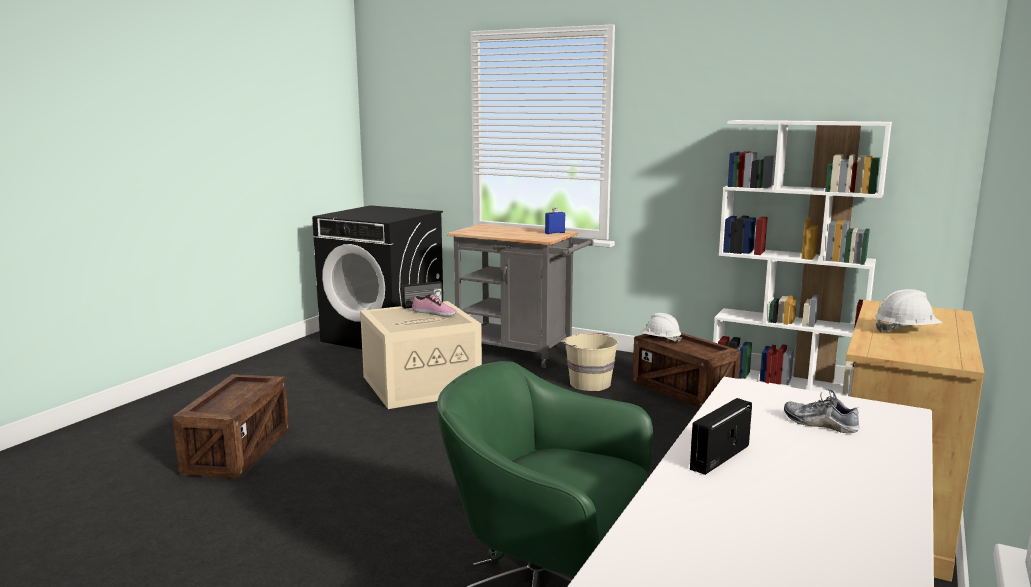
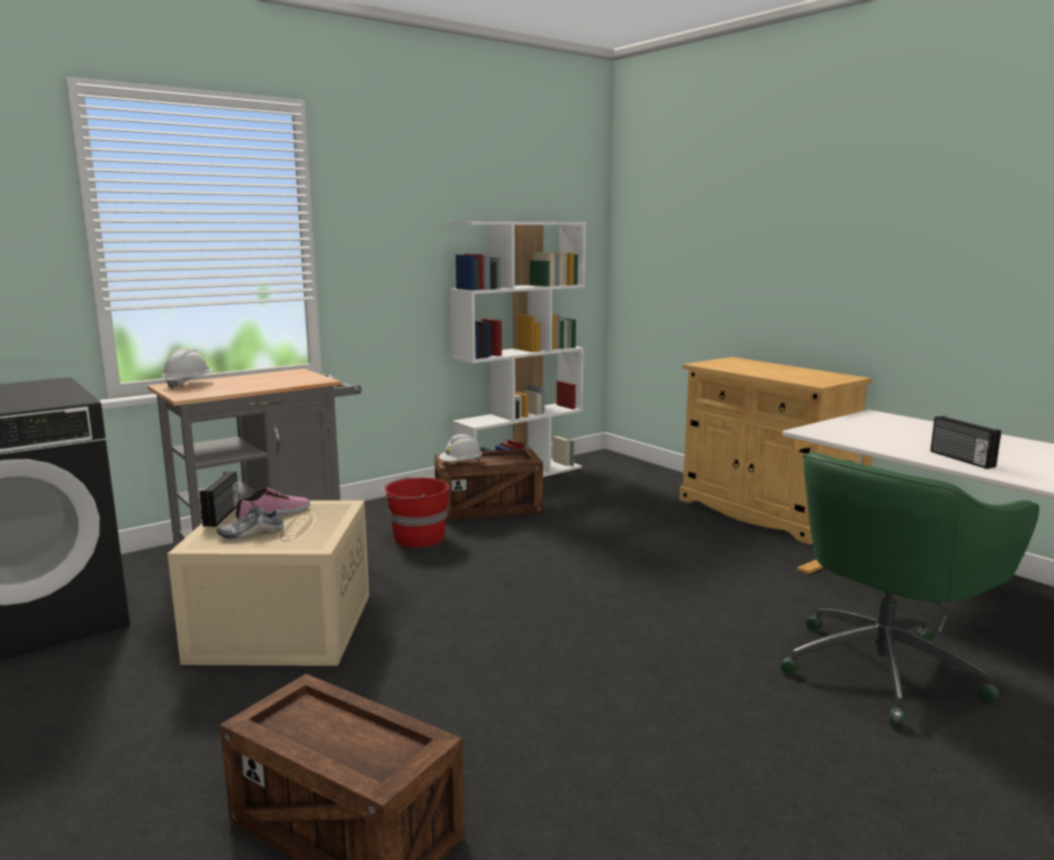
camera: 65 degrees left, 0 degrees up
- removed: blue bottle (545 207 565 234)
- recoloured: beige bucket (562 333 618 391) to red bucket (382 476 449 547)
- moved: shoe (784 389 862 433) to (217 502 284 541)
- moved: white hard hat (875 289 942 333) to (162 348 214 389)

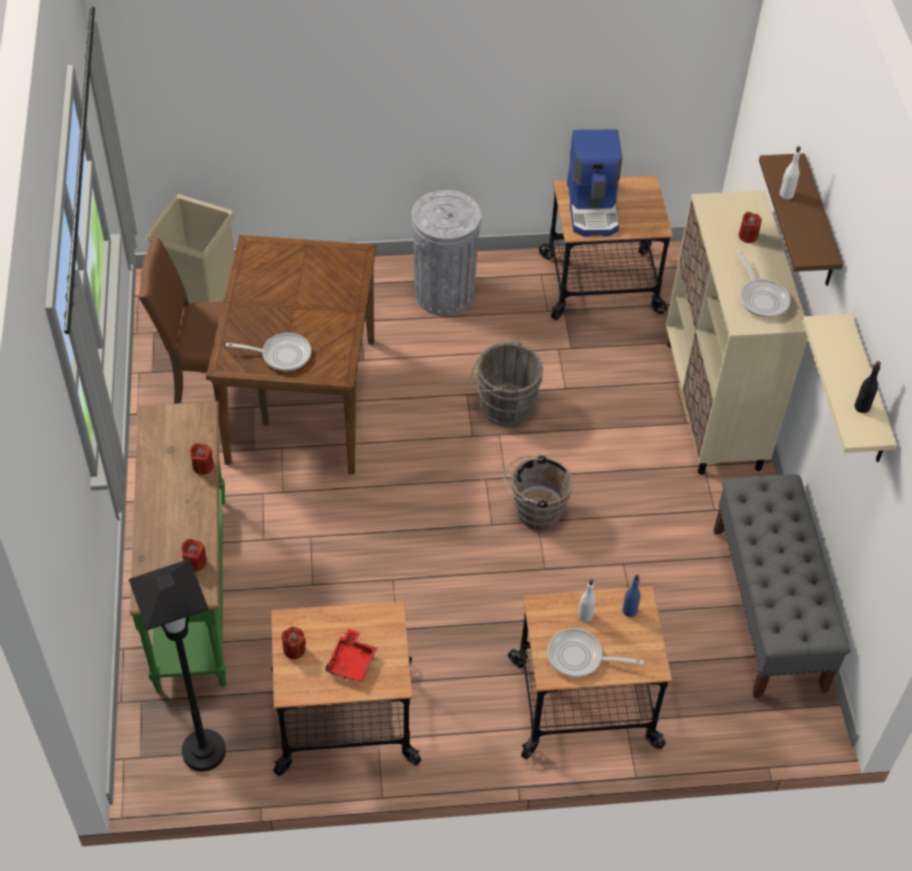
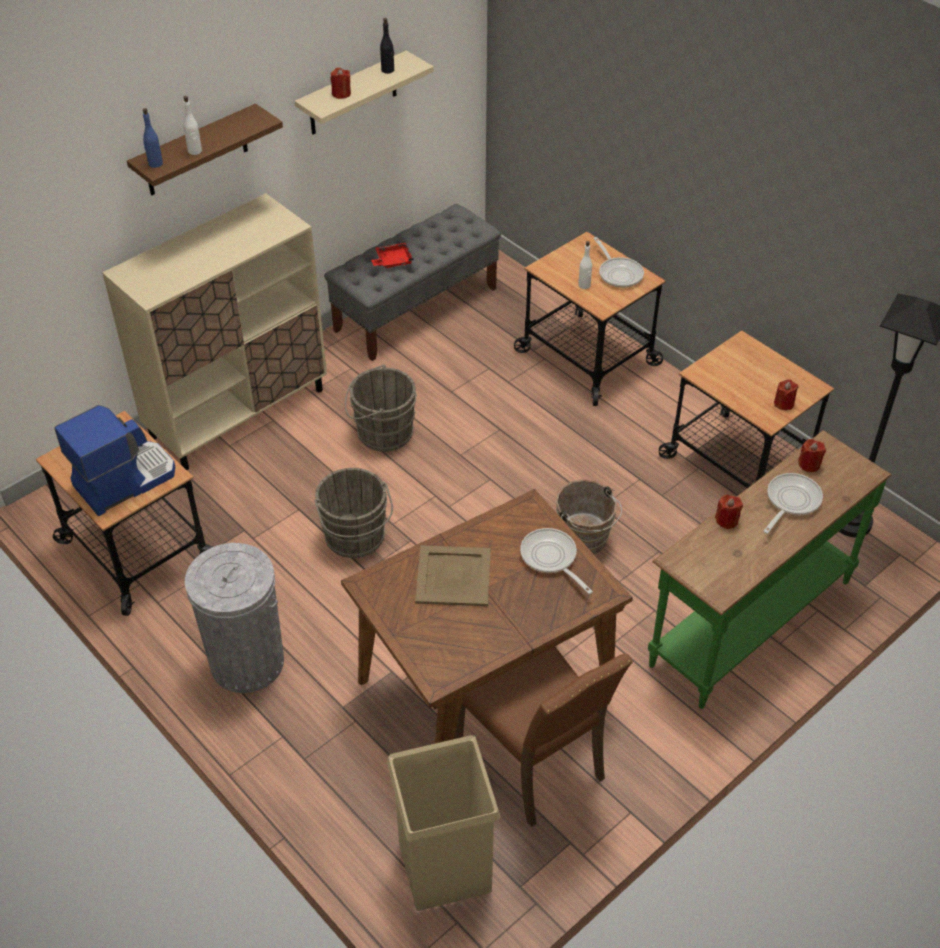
camera: 125 degrees left, 5 degrees down
- moved: red tray (325 629 377 683) to (371 243 414 268)
- moved: brown bucket (504 453 573 530) to (556 479 622 554)
- moved: blue bottle (622 574 641 617) to (143 108 163 168)
- moved: frying pan (738 251 791 318) to (763 473 823 534)
- moved: red candle (739 212 762 243) to (330 68 351 99)
- added: grey bucket (345 365 417 452)
- added: beige tray (415 545 491 606)

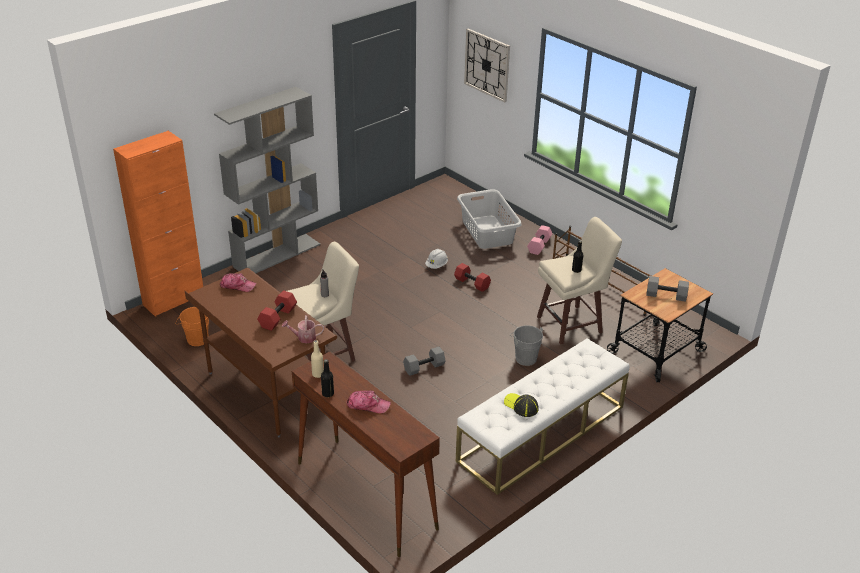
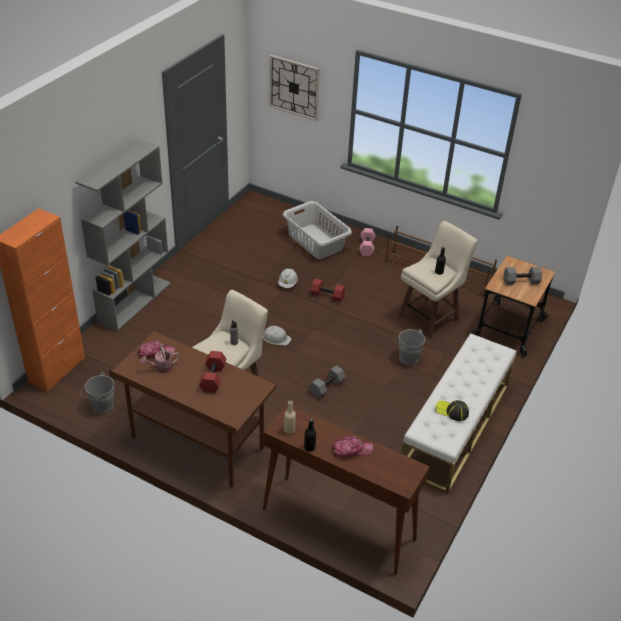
camera: 20 degrees left, 5 degrees up
- recoloured: orange bucket (175 307 209 346) to grey bucket (81 373 114 414)
- moved: watering can (282 315 324 343) to (141 347 180 373)
- added: white hard hat (263 326 292 346)

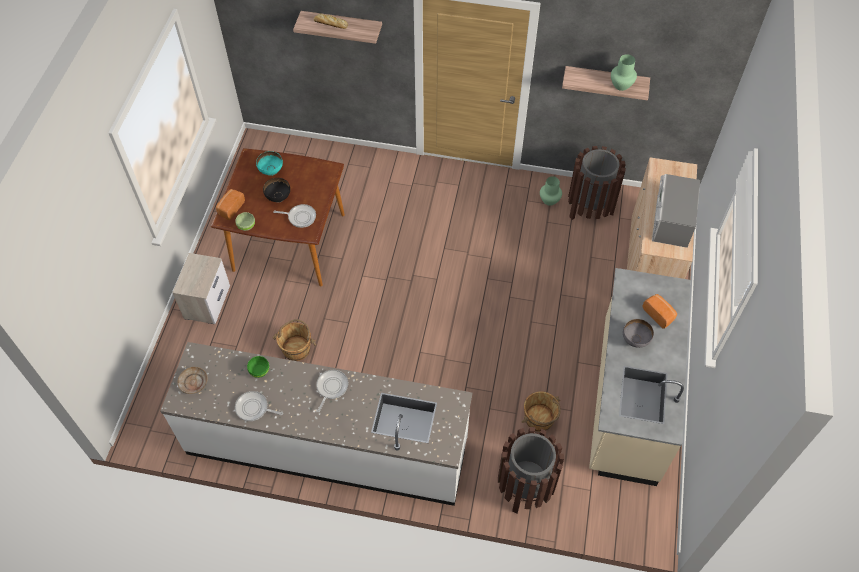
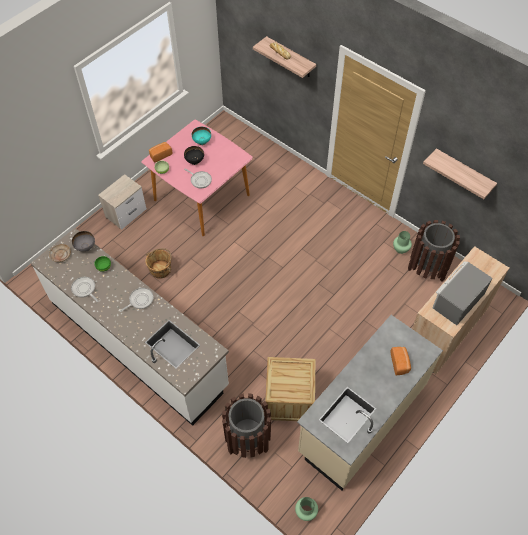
camera: 30 degrees right, 0 degrees up
- recoloured: brown dining table (211 148 345 287) to pink dining table (141 119 253 236)
- replaced: brown bucket (521 391 561 432) to crate (265 357 315 421)
- moved: green vase (611 54 637 91) to (295 497 318 521)
- moved: grey bowl (623 319 654 348) to (72 231 95 252)

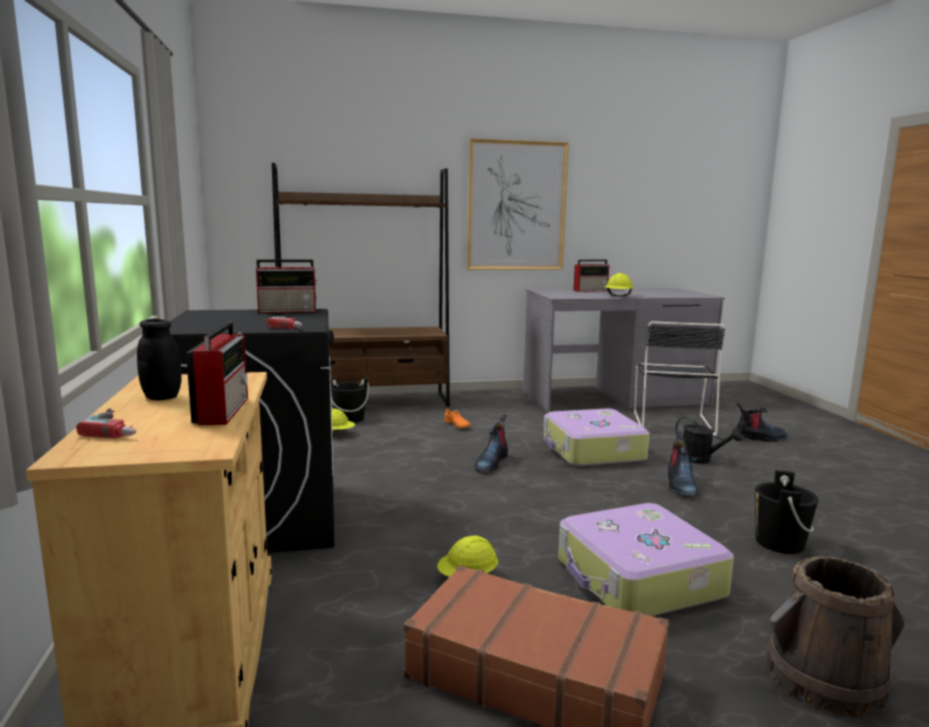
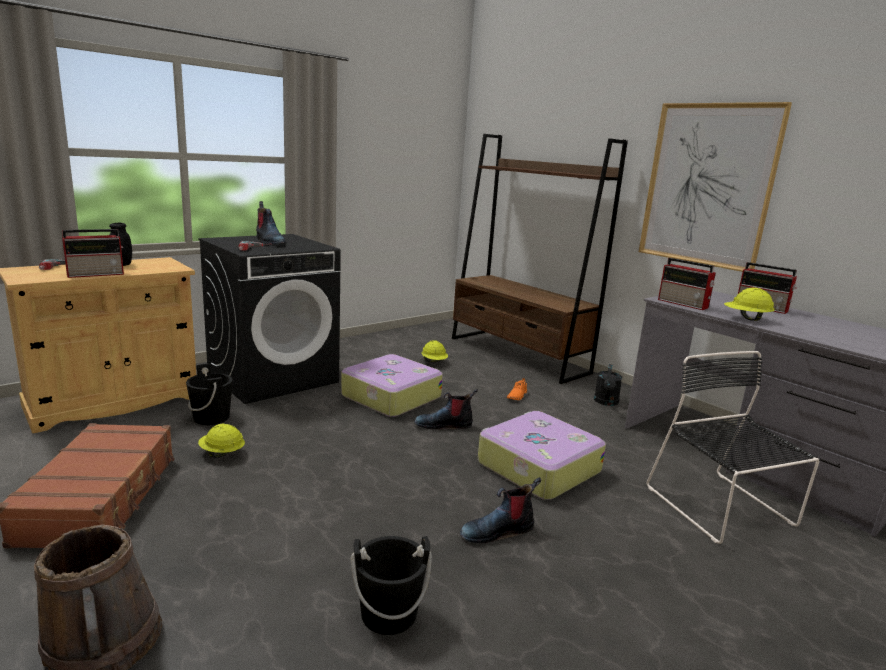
camera: 60 degrees right, 5 degrees up
- moved: radio (256 259 318 313) to (658 258 716 310)
- moved: black bucket (331 377 369 423) to (186 363 233 425)
- moved: suitcase (558 503 734 616) to (341 354 443 417)
- turned: black chair (634 321 725 436) = (647 351 819 544) 90 degrees clockwise
- moved: black watering can (675 417 742 464) to (594 364 622 406)
- moved: boot (736 403 788 442) to (256 201 286 245)

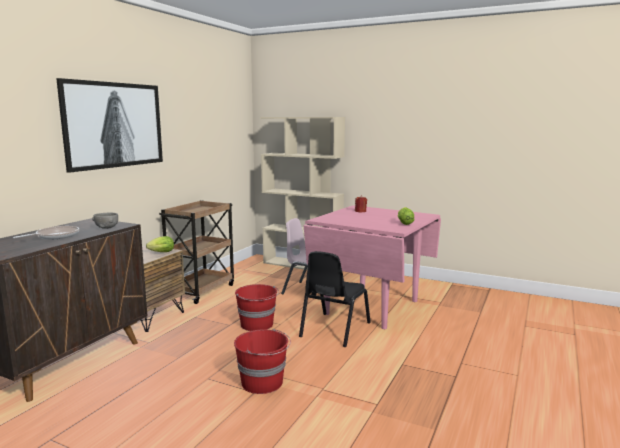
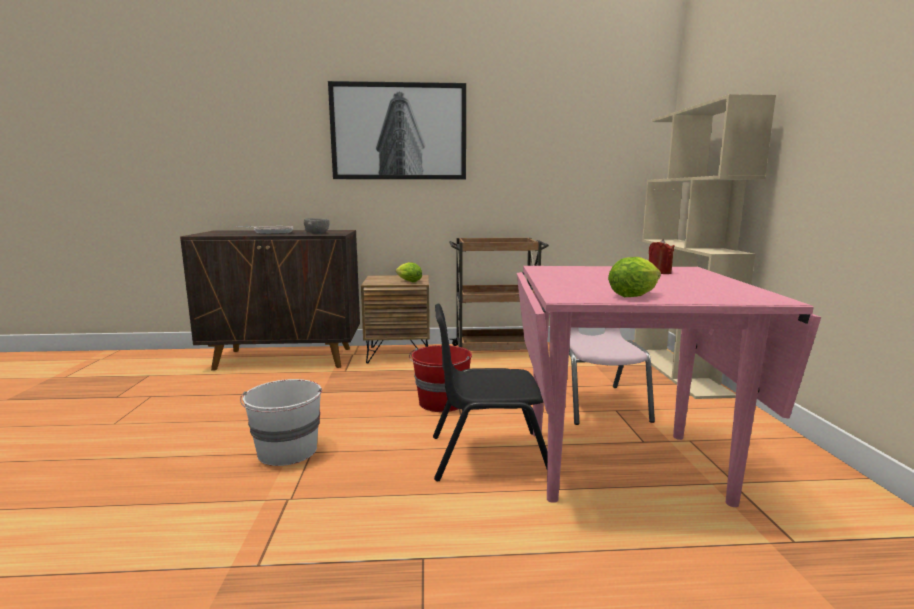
camera: 60 degrees right, 0 degrees up
- recoloured: red bucket (234 329 291 394) to white bucket (240 379 322 466)

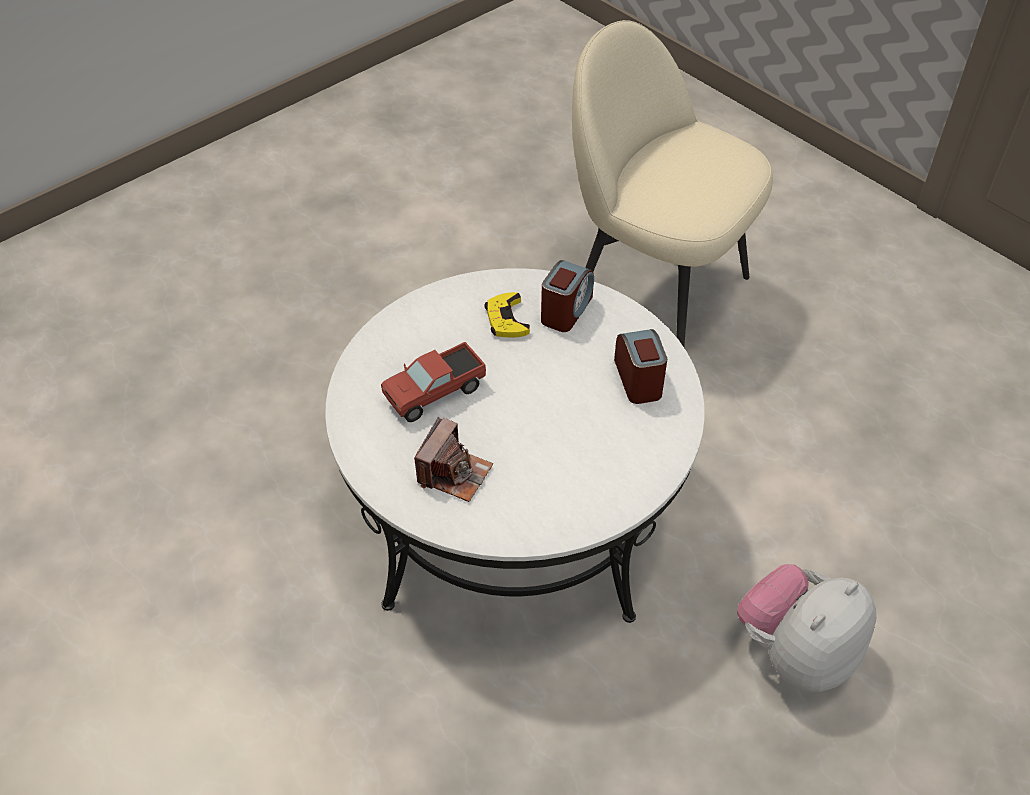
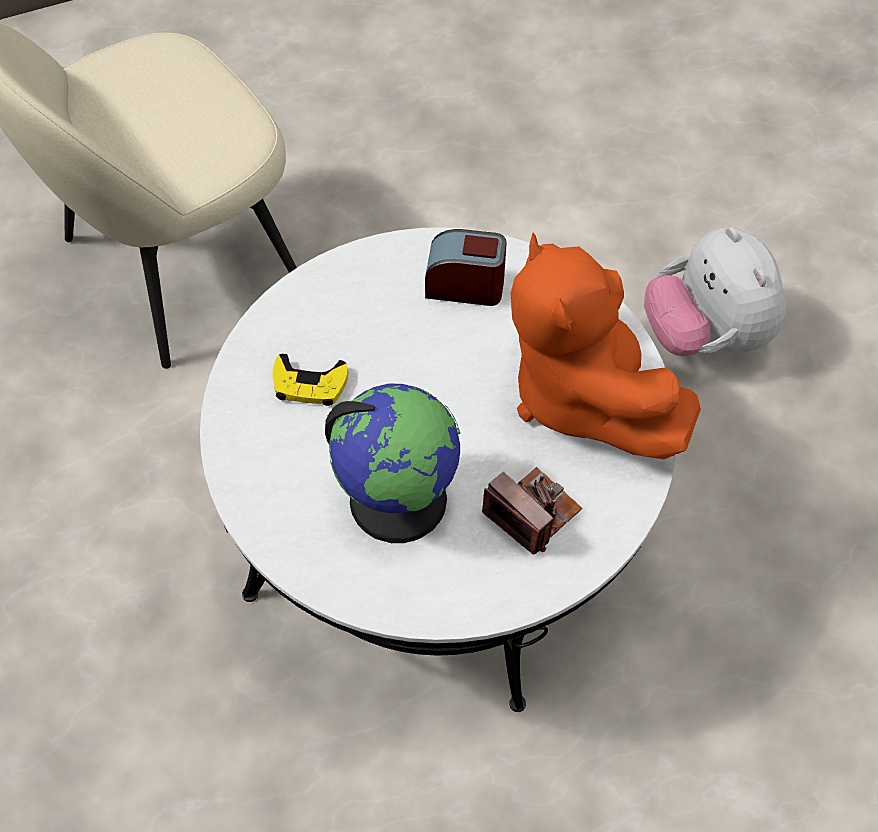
camera: 70 degrees left, 10 degrees up
- replaced: toy truck (381 342 486 422) to globe (325 384 460 543)
- removed: alarm clock (541 260 594 332)
- added: orange plush toy (511 233 701 459)

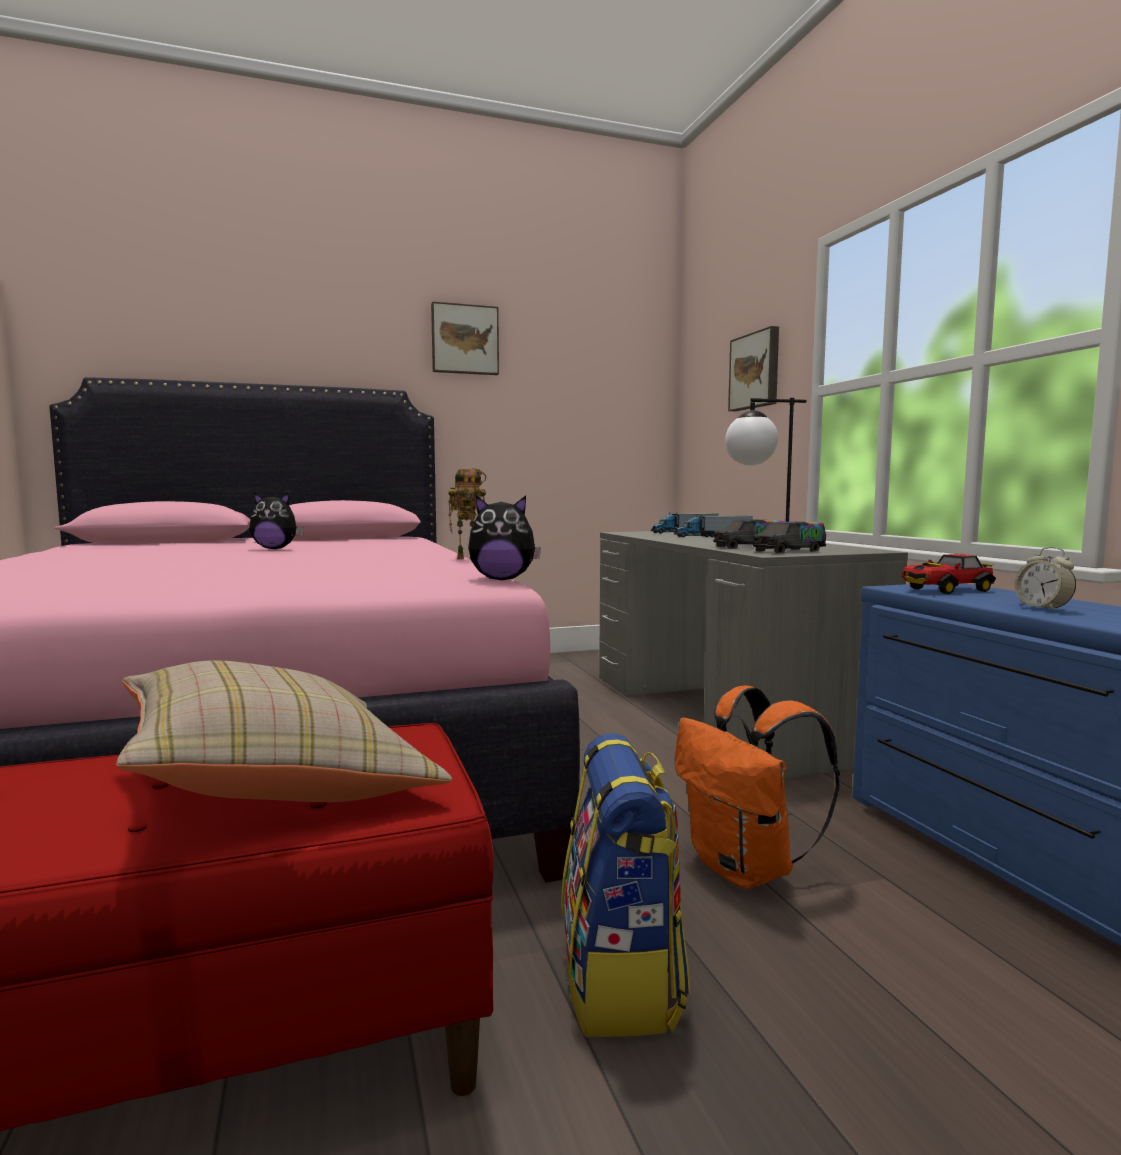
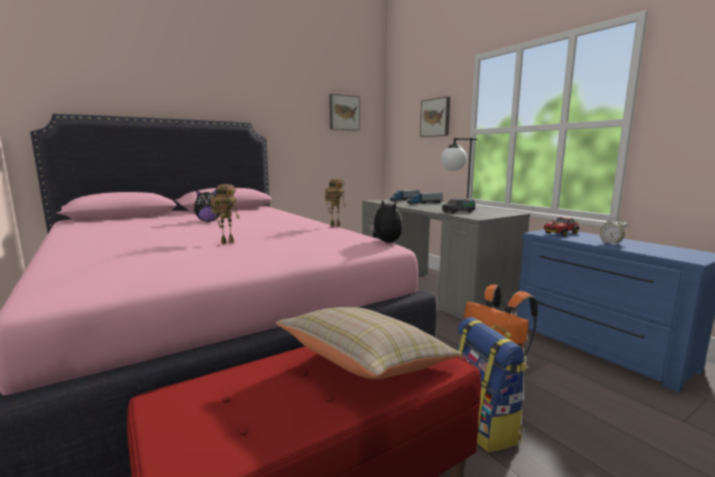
camera: 15 degrees left, 5 degrees up
- moved: picture (431 301 499 375) to (329 94 360 131)
- turned: plush toy (468 495 541 580) = (370 199 403 242) 105 degrees counterclockwise
- removed: toy truck (753 522 826 554)
- added: toy robot (210 184 239 244)

